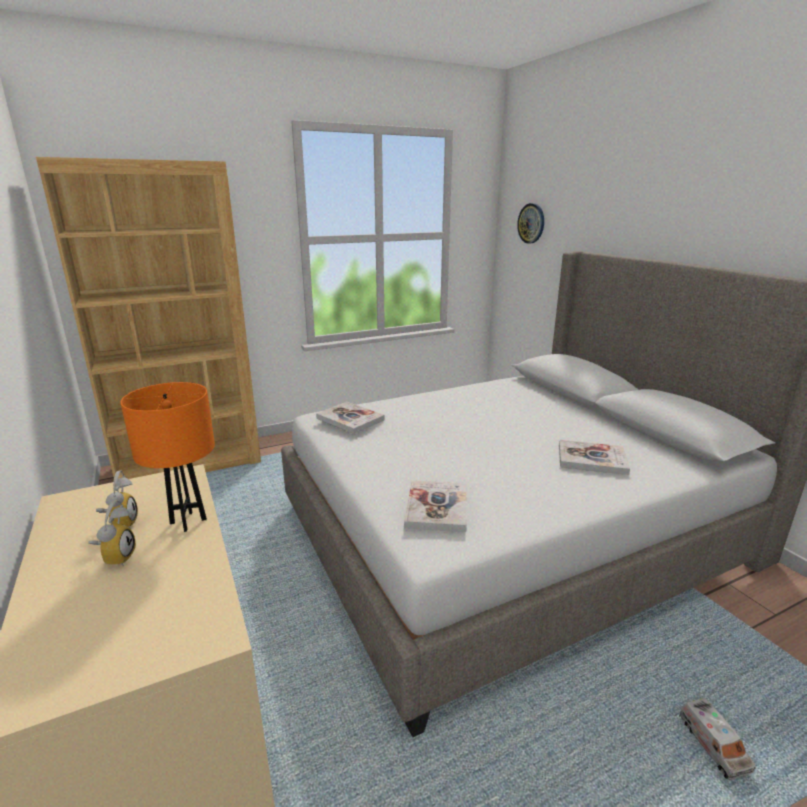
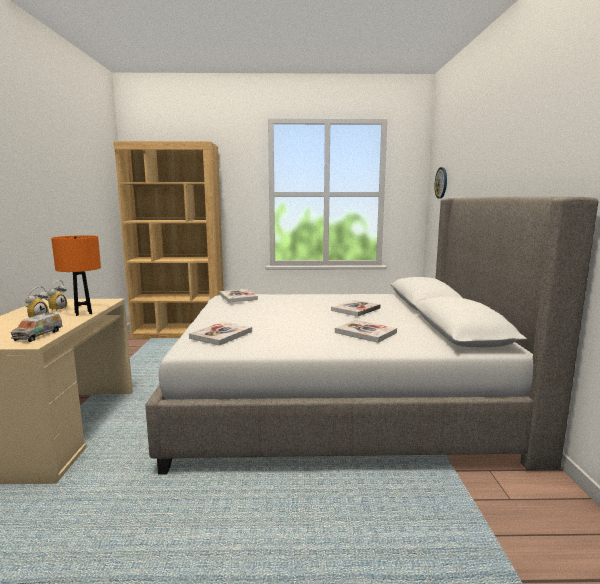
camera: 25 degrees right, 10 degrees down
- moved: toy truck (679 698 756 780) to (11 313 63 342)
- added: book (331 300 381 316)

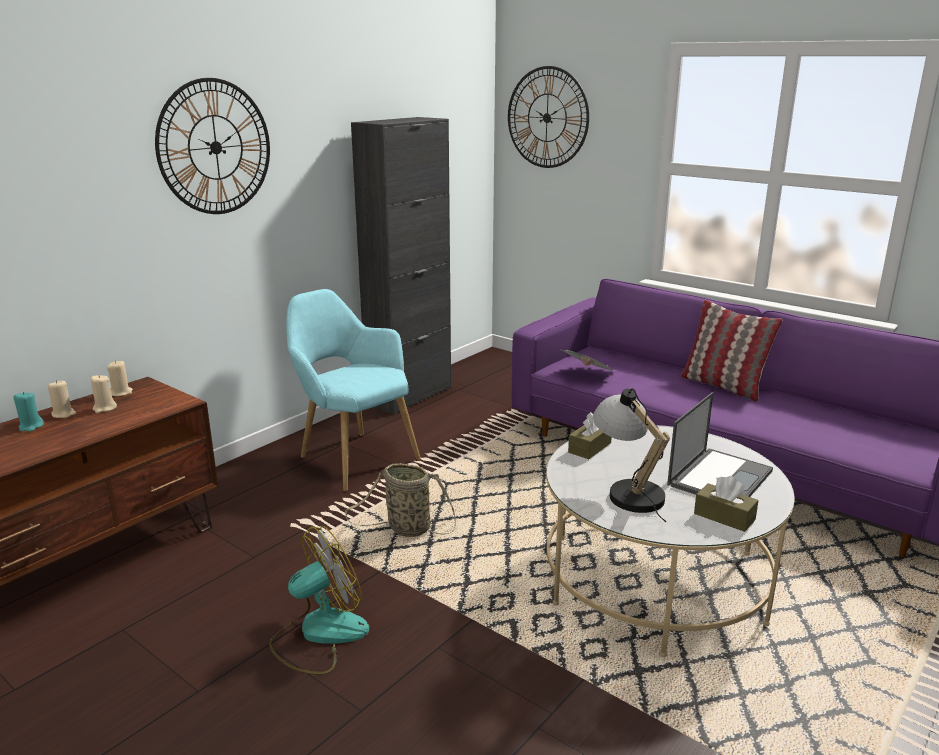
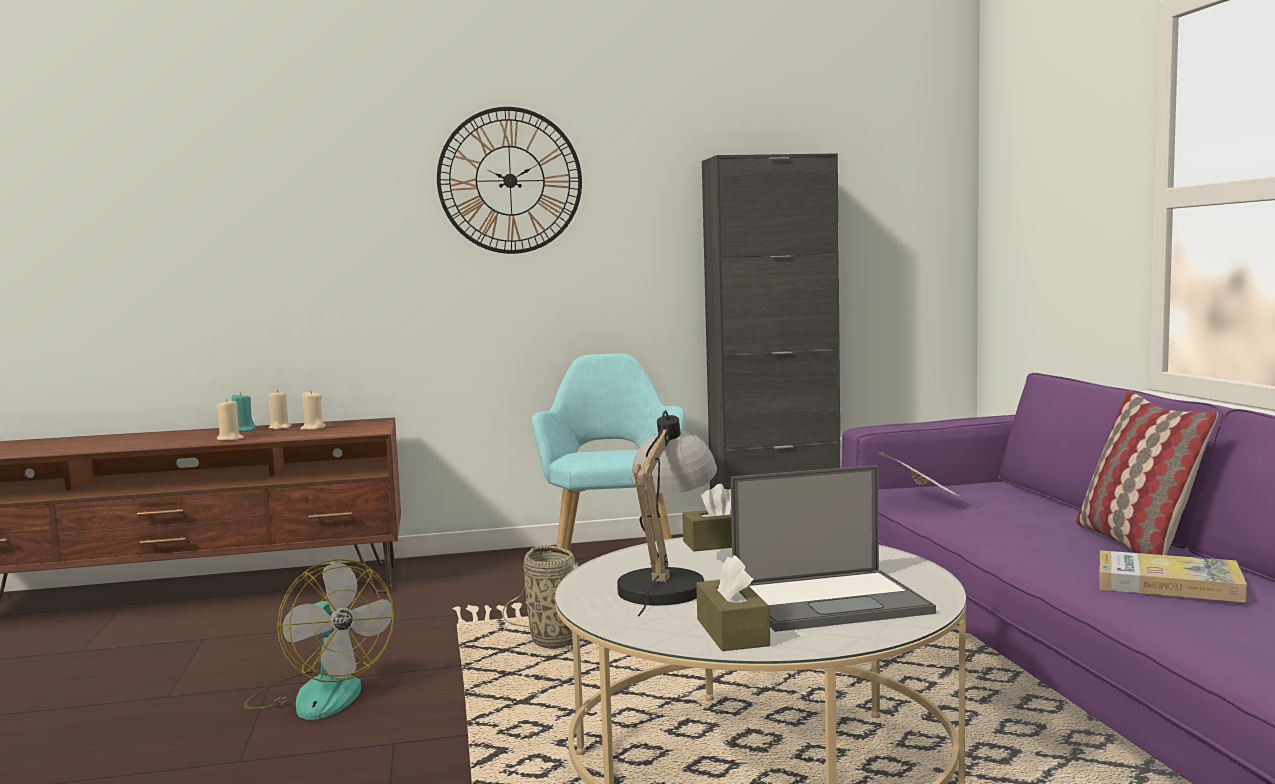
camera: 40 degrees right, 15 degrees down
- moved: beige candle (107 360 133 396) to (216 399 244 440)
- turned: fan (269 526 369 675) = (244 559 394 720) 45 degrees clockwise
- removed: wall clock (508 66 589 168)
- added: book (1099 550 1247 602)

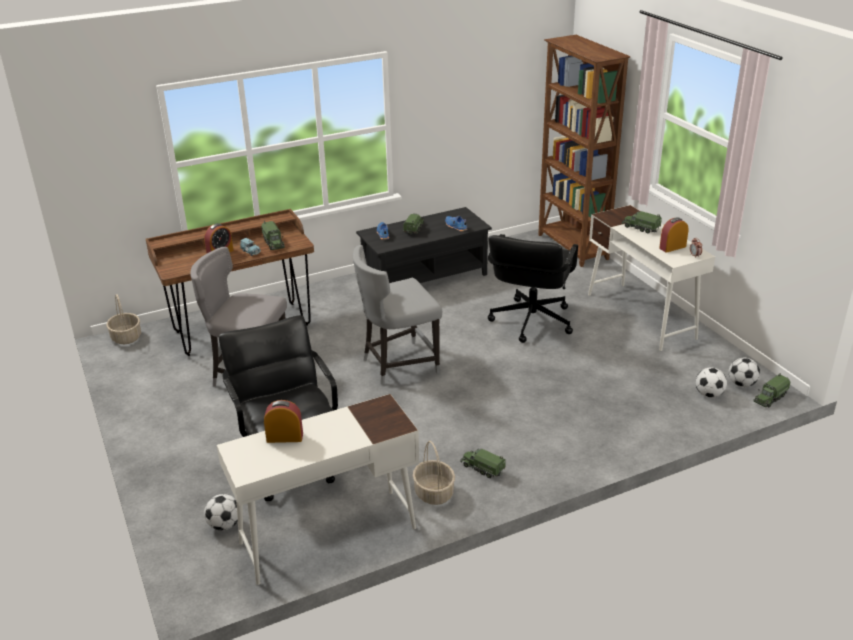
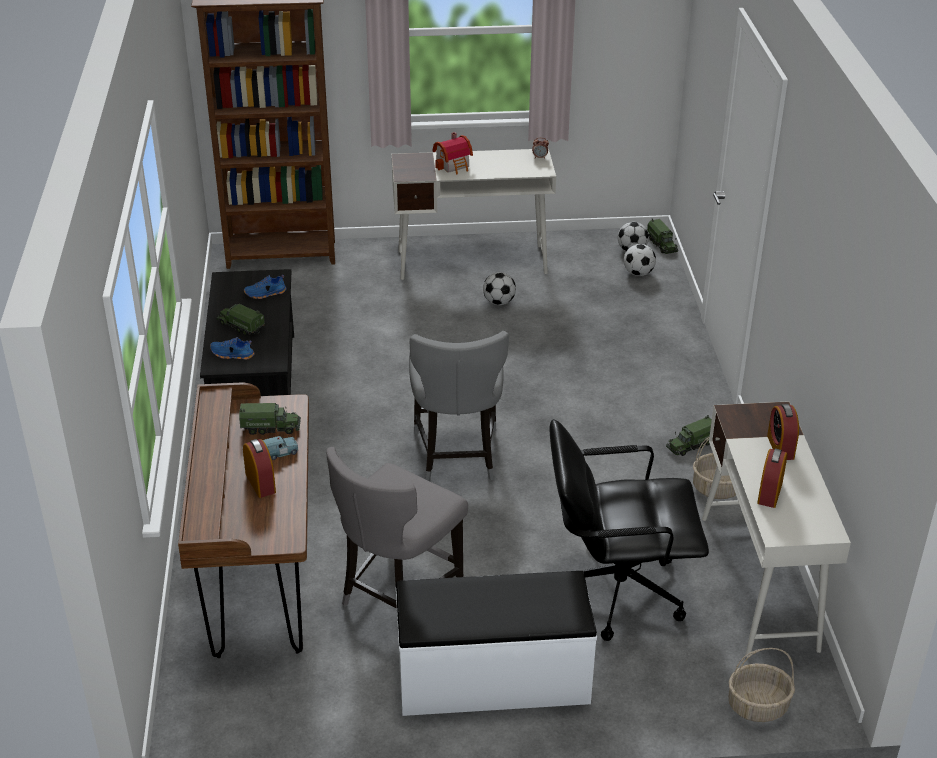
camera: 70 degrees left, 5 degrees up
- moved: basket (106 294 141 344) to (729 648 795 722)
- moved: football (204 494 238 530) to (483 272 516 305)
- removed: black office chair (488 234 578 343)
- replaced: toy truck (622 211 662 234) to toy house (433 132 473 174)
- moved: alarm clock (659 217 689 253) to (767 404 799 460)
- added: white bench (396 571 597 716)

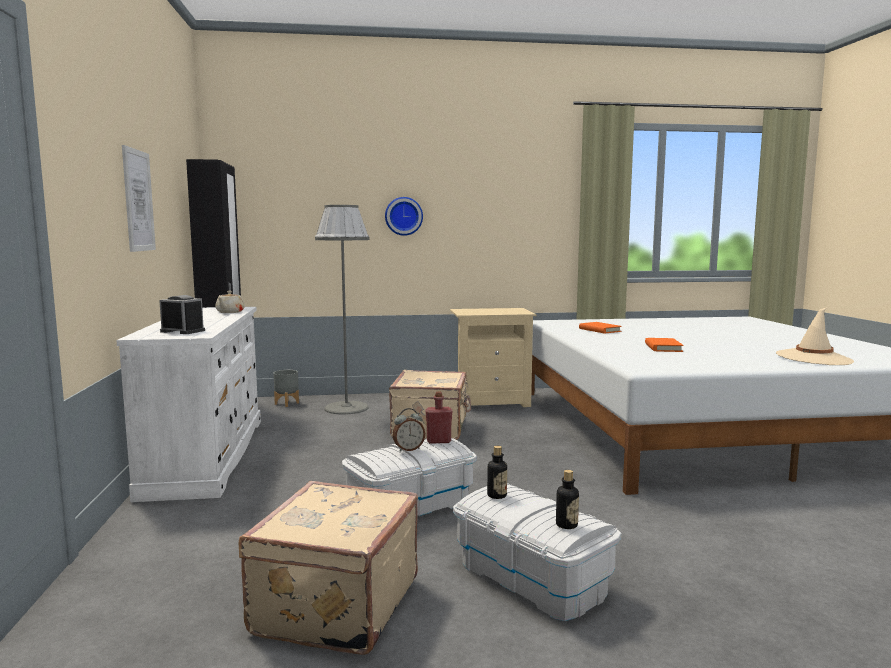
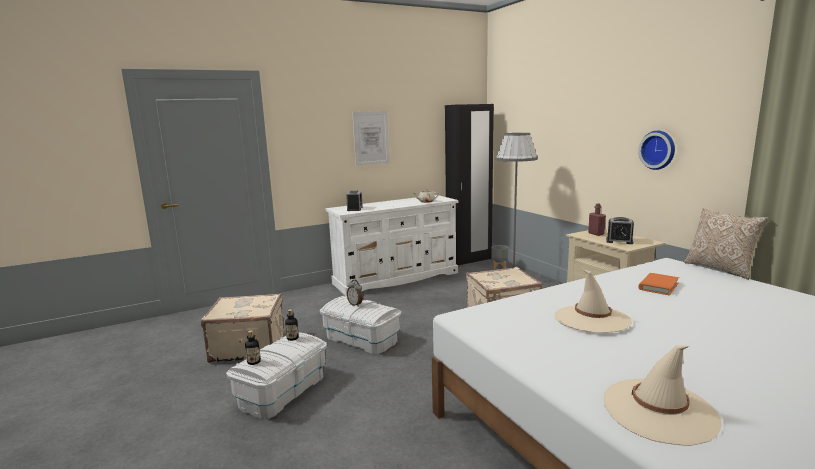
camera: 70 degrees right, 5 degrees up
- moved: wall clock (385 197 423 236) to (638 131 675 170)
- moved: red bottle (425 392 452 444) to (588 203 606 236)
- replaced: orange book (645 338 684 352) to beige hat (555 269 632 333)
- added: alarm clock (606 217 634 244)
- added: pillow (684 208 769 280)

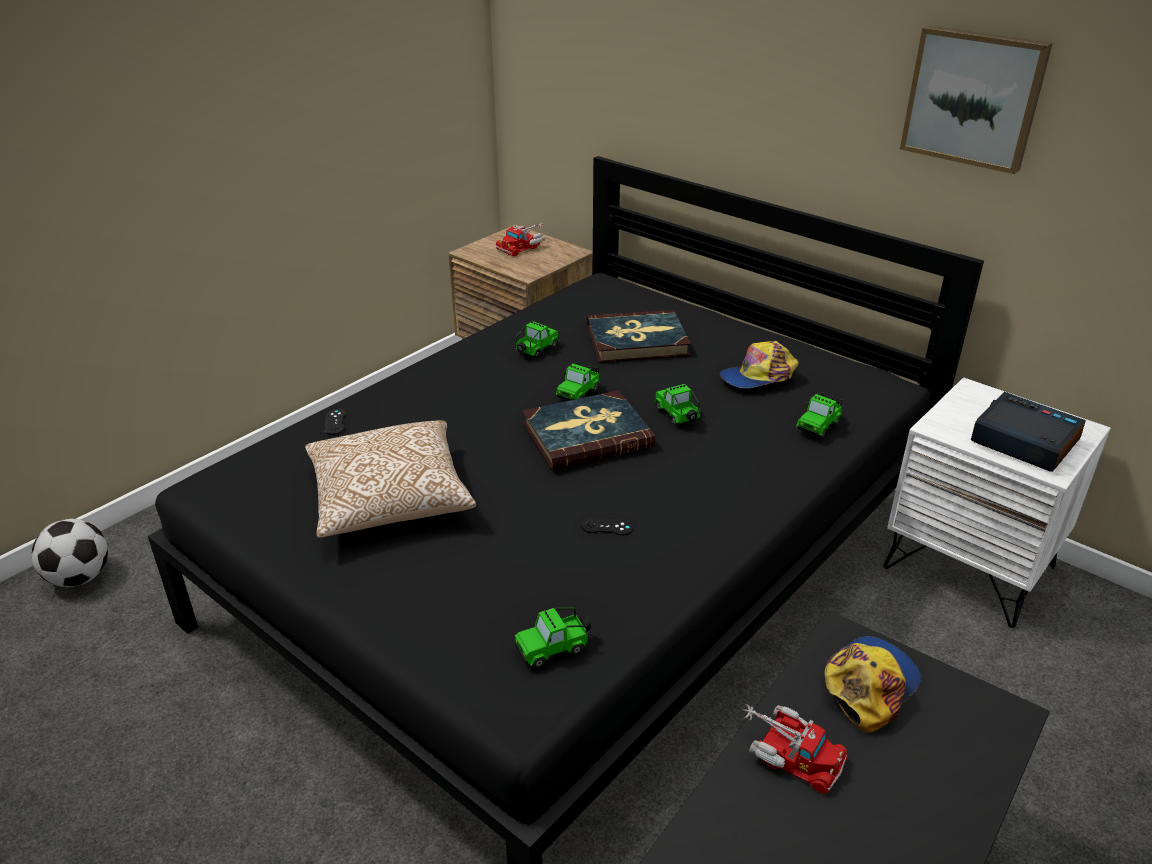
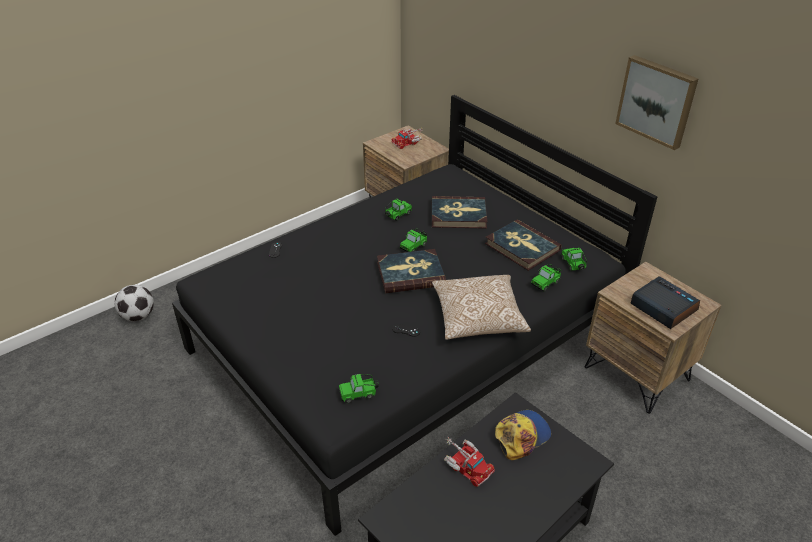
camera: 10 degrees right, 5 degrees up
- moved: pillow (305 420 476 538) to (432 275 531 340)
- moved: toy car (654 384 700 426) to (561 248 587 271)
- replaced: cap (720 341 799 388) to book (485 219 561 271)
- recoloured: white nightstand (883 378 1111 628) to brown nightstand (584 262 721 414)

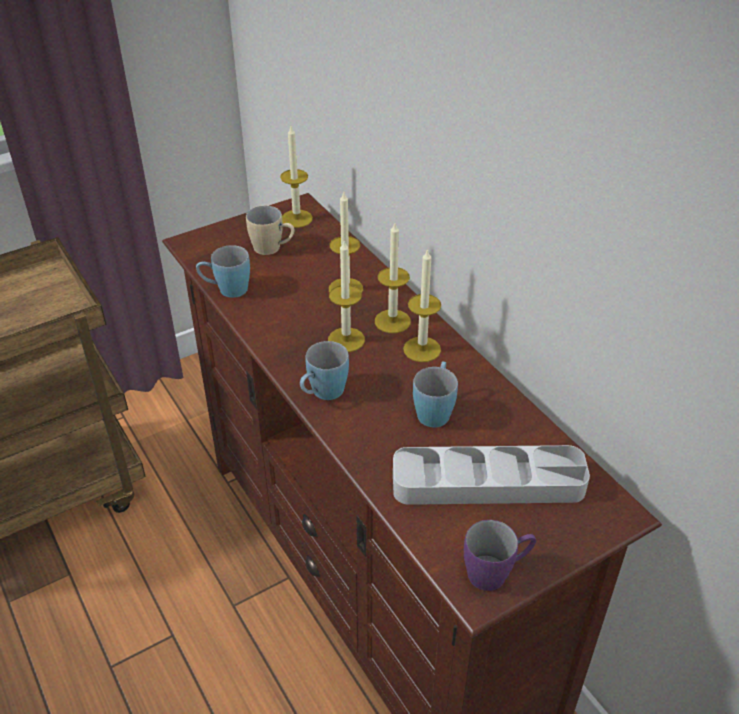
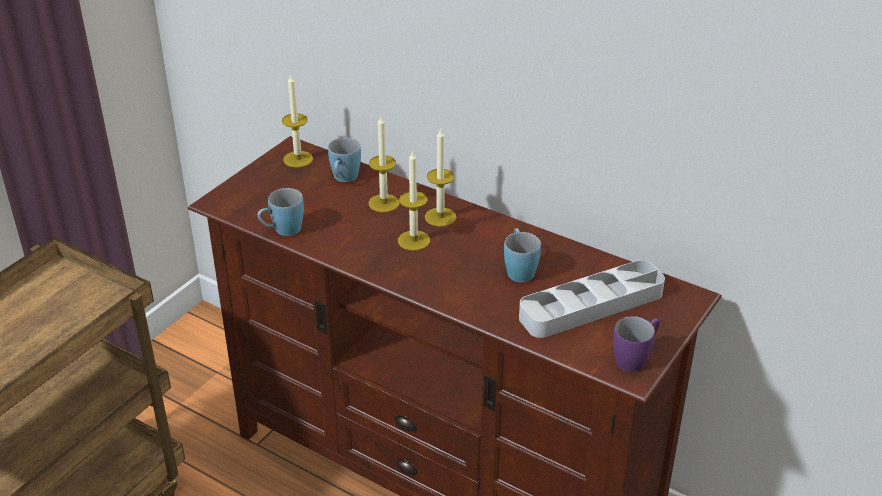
camera: 25 degrees left, 5 degrees down
- removed: beige mug (246 206 294 255)
- moved: blue mug (300 341 349 400) to (328 137 361 182)
- removed: candle (403 248 441 362)

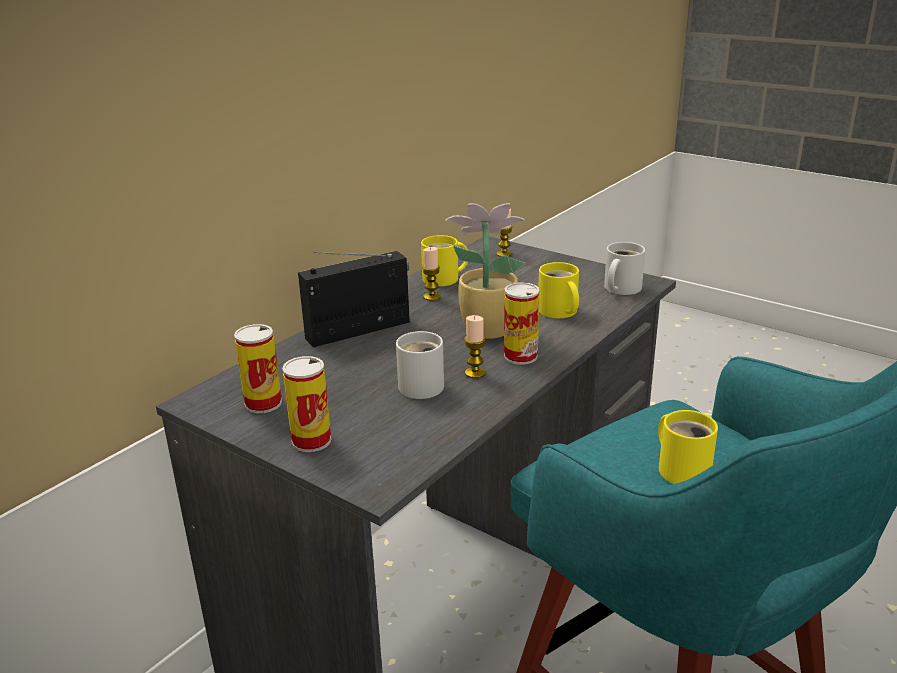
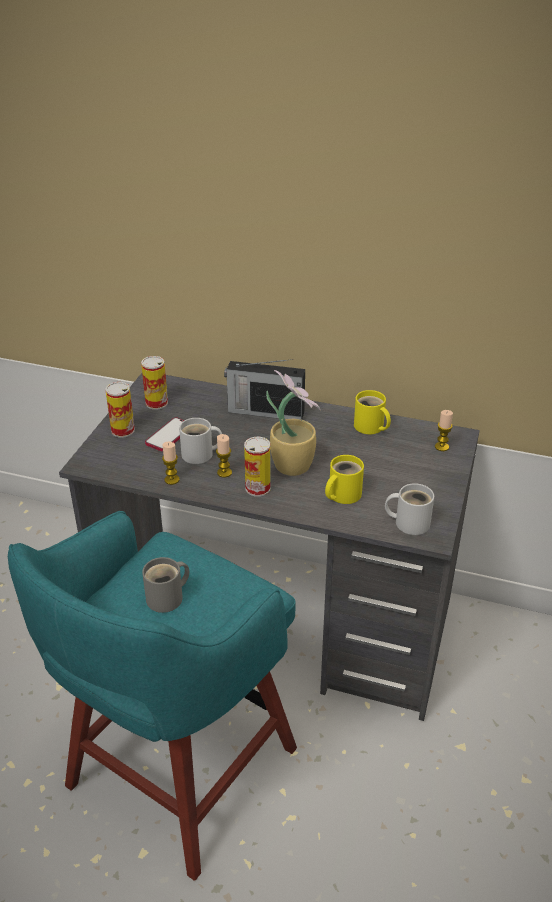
camera: 70 degrees right, 10 degrees up
- turned: radio (298 251 410 347) = (224 359 305 420) 150 degrees clockwise
- moved: candle (422 247 441 301) to (162 442 179 485)
- recoloured: yellow mug (658 410 718 484) to grey mug (142 557 189 613)
- added: phone (145 417 185 452)

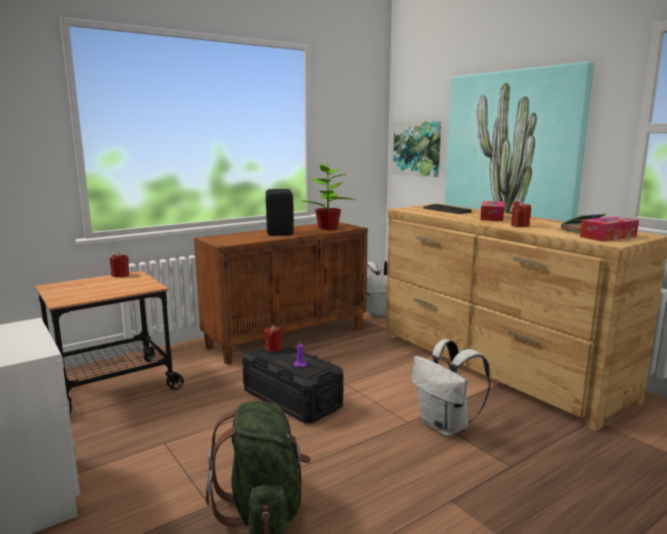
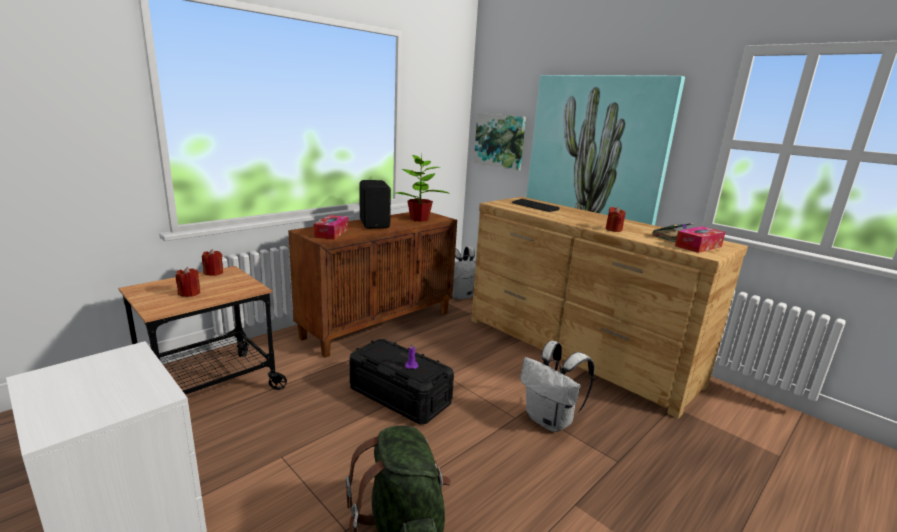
camera: 10 degrees left, 5 degrees up
- moved: red candle (264 325 282 352) to (176 267 200 297)
- moved: tissue box (480 201 504 221) to (314 215 349 240)

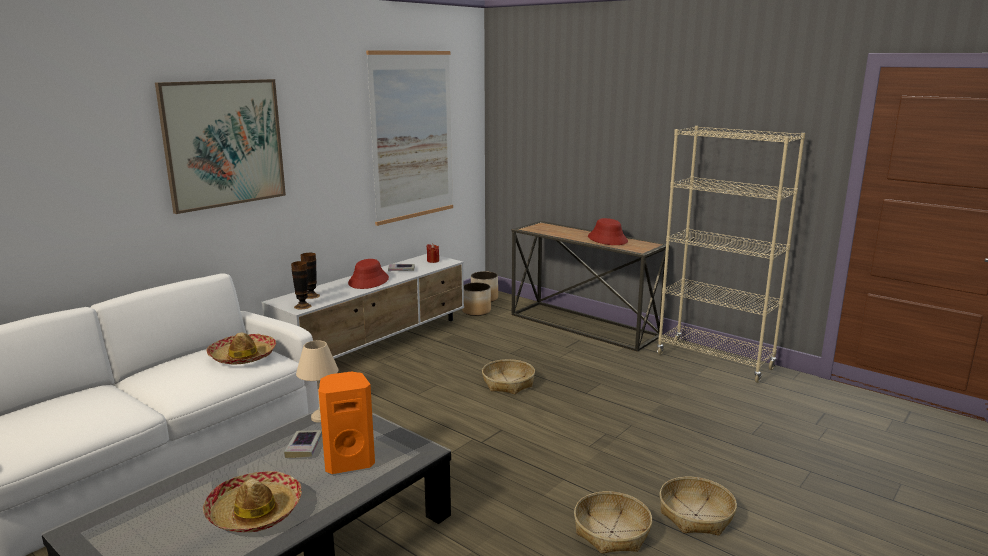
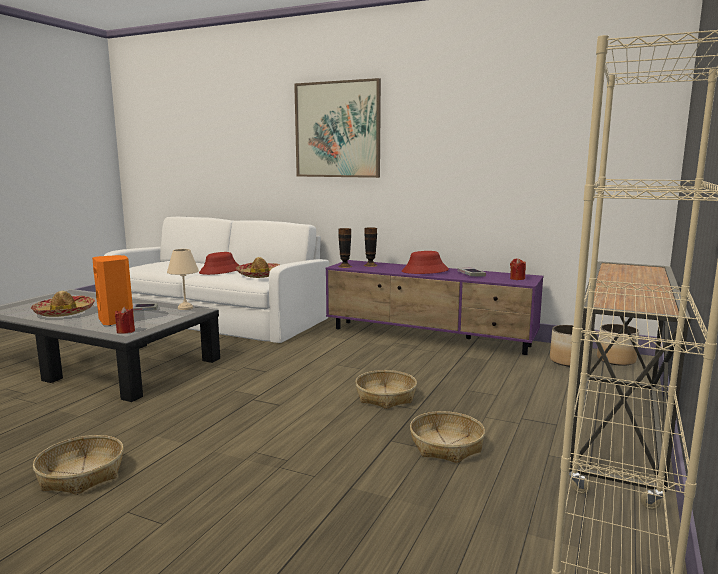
camera: 75 degrees right, 5 degrees down
- recoloured: white tv stand (262 254 464 359) to purple tv stand (325 260 544 355)
- removed: picture (366 50 453 226)
- moved: red hat (588 218 628 245) to (199 252 240 275)
- moved: basket (660 477 737 536) to (410 411 485 463)
- added: red candle (115 307 135 334)

